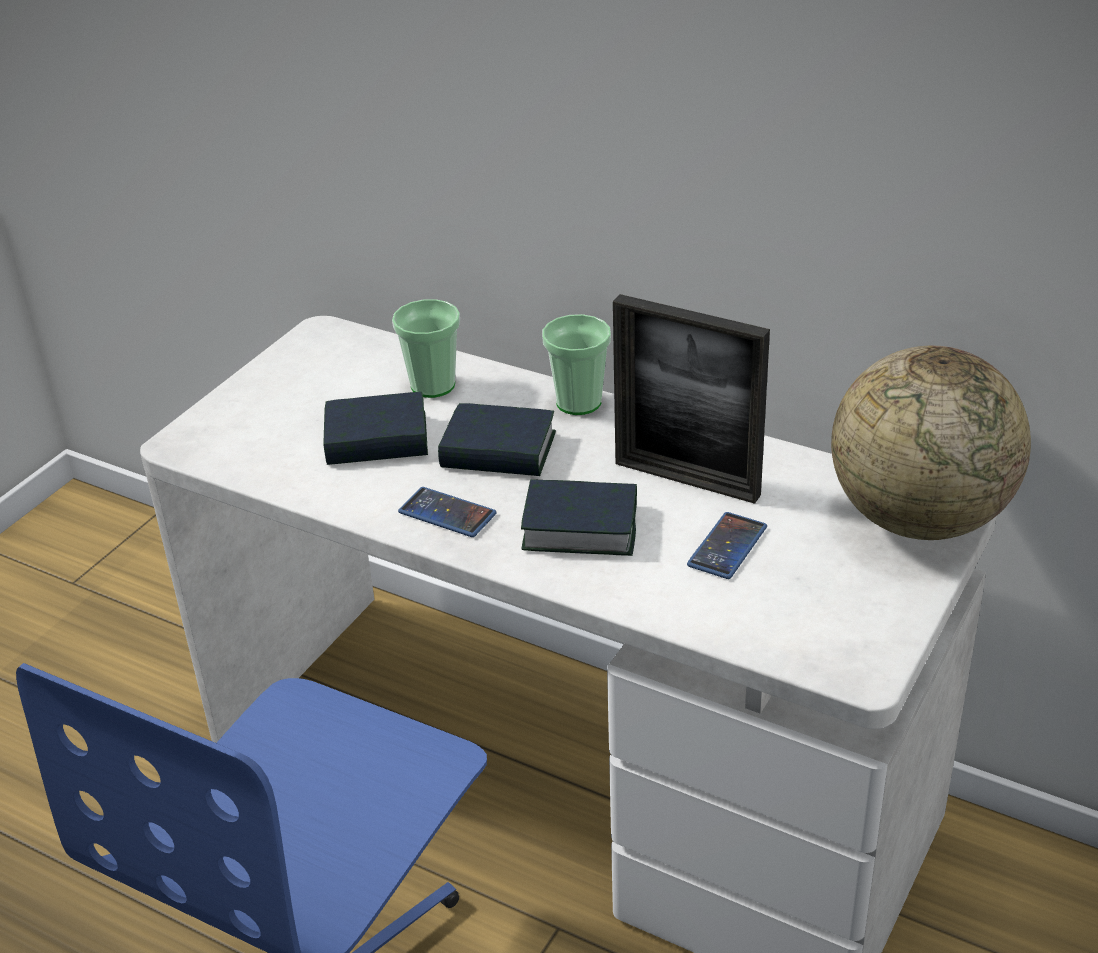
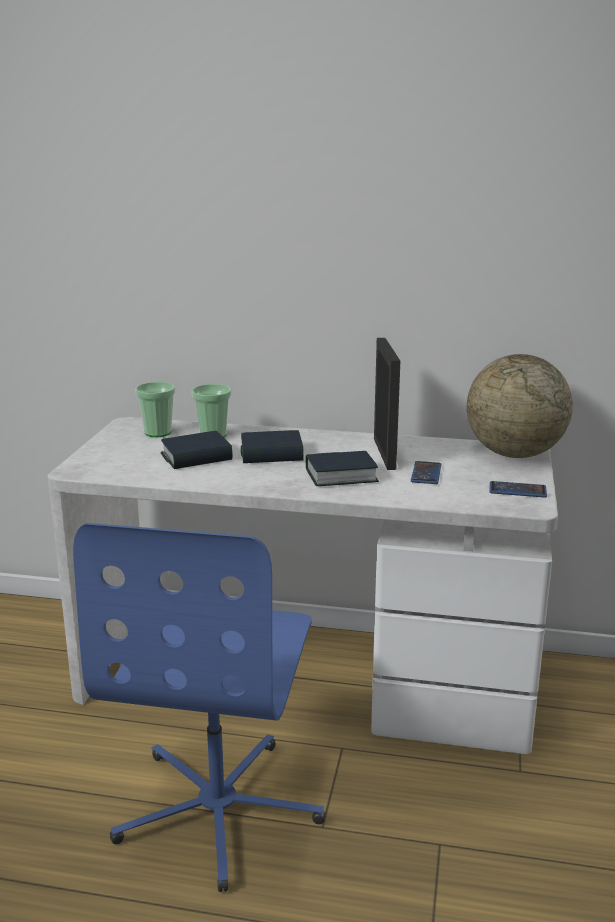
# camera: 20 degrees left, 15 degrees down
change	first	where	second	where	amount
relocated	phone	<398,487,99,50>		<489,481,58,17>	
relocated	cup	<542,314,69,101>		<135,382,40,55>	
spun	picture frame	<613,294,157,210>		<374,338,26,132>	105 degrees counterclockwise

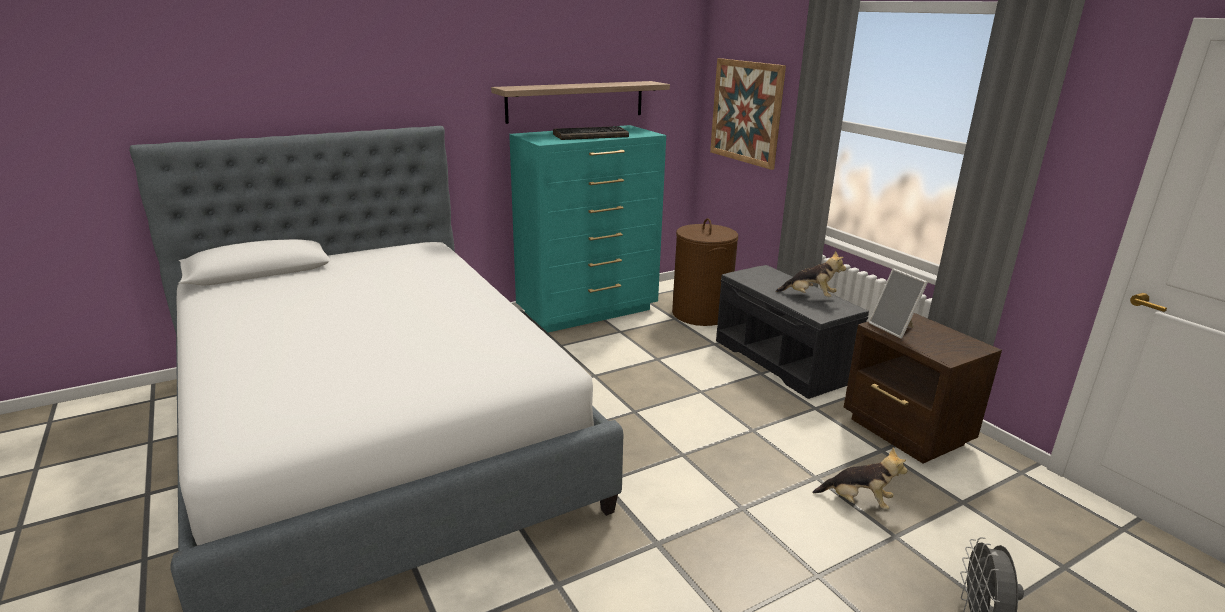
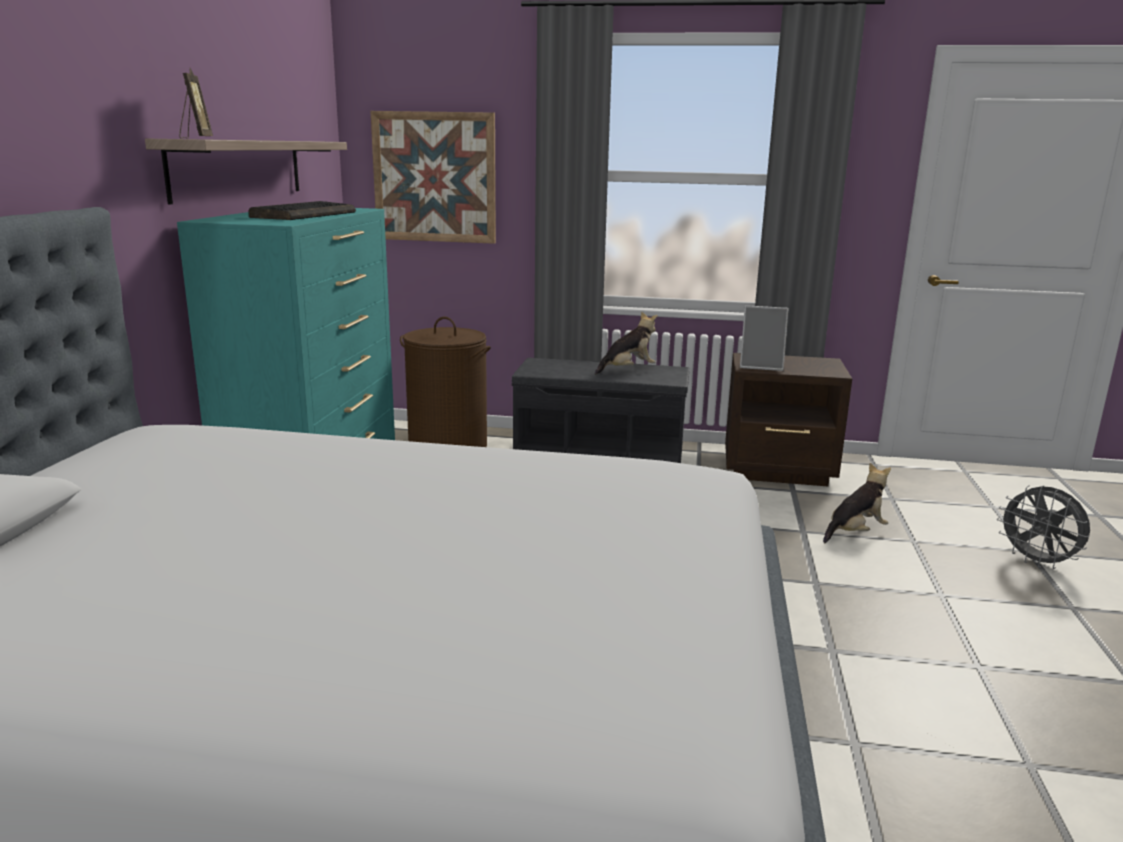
# camera: 50 degrees left, 5 degrees down
change	first	where	second	where	amount
appeared			picture frame	<179,68,34,71>	

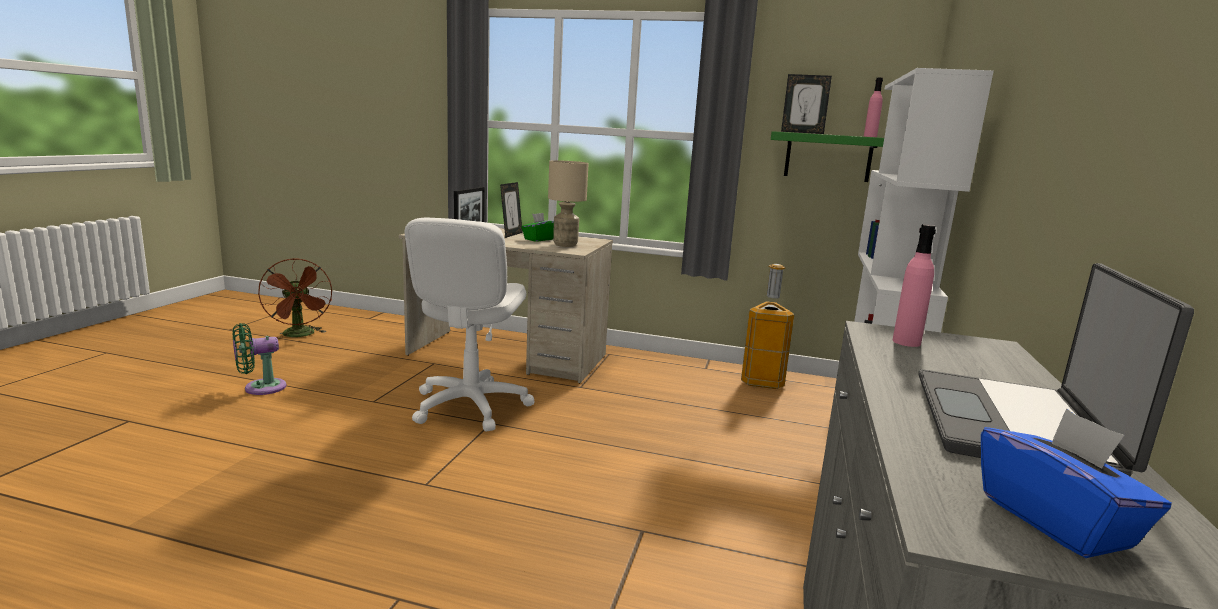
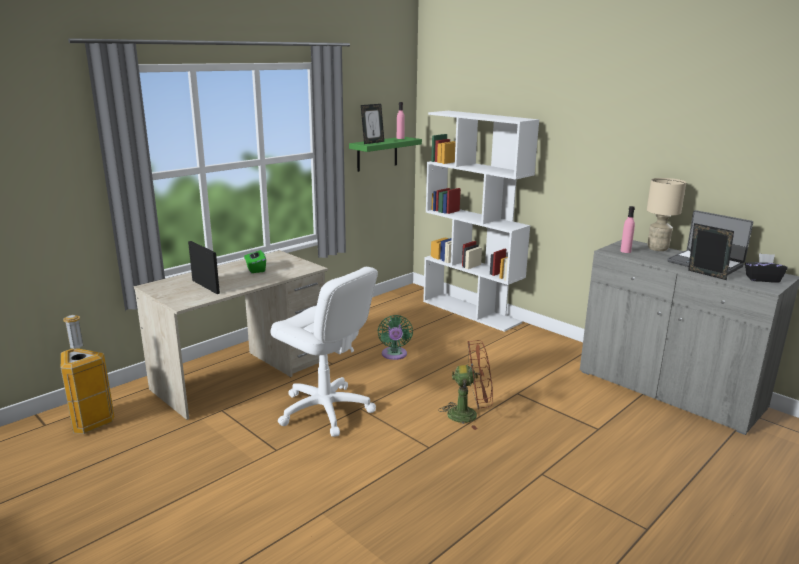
# camera: 60 degrees left, 5 degrees up
change	first	where	second	where	amount
relocated	green fan	<233,323,53,72>		<378,315,35,45>	
relocated	brown fan	<258,258,74,80>		<438,340,55,90>	
relocated	picture frame	<500,182,23,56>		<688,223,46,57>	
relocated	beige table lamp	<548,160,41,87>		<647,178,39,73>	
relocated	trash can	<741,264,53,125>		<61,315,53,119>	
colour	blue tissue box	<981,409,191,149>	black tissue box	<745,253,43,30>	

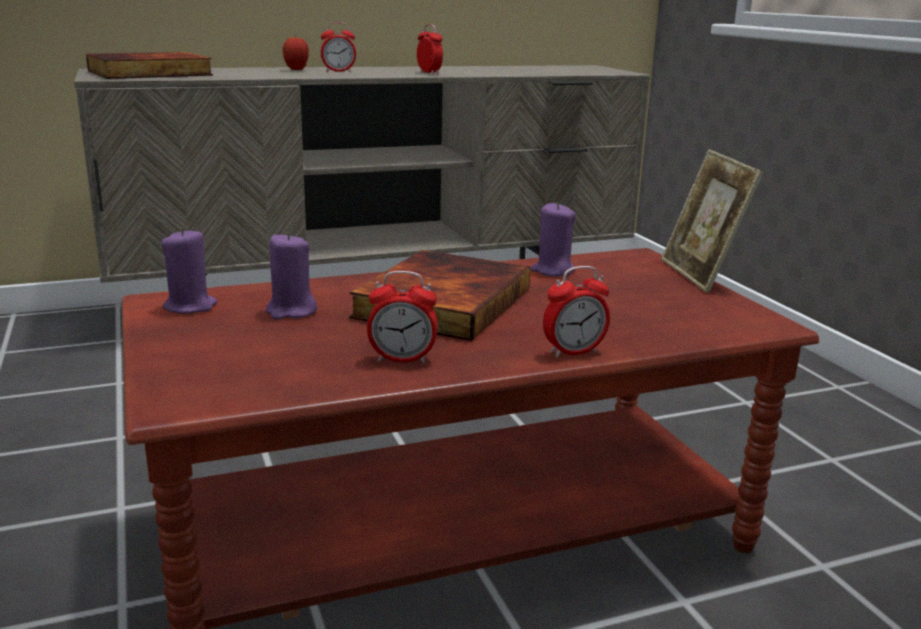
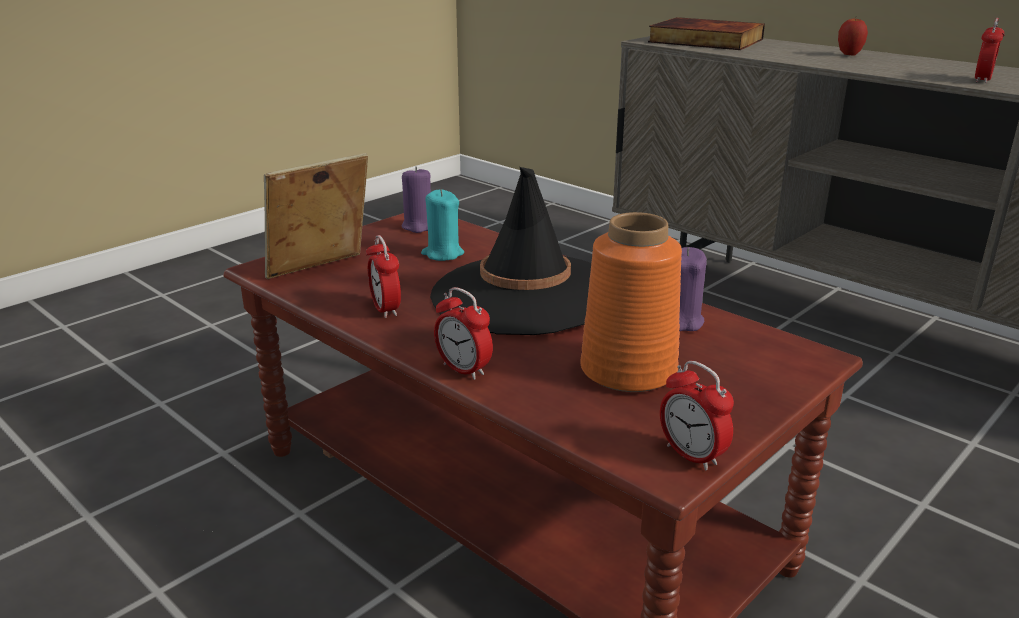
# camera: 65 degrees right, 5 degrees up
change	first	where	second	where	amount
appeared			orange vase	<580,212,102,180>	
relocated	alarm clock	<321,22,35,50>		<660,361,74,109>	
relocated	picture frame	<661,149,103,144>		<264,153,104,126>	
exchanged	book	<349,250,181,91>	black hat	<430,167,161,168>	
colour	purple candle	<266,232,51,88>	turquoise candle	<421,189,43,72>	

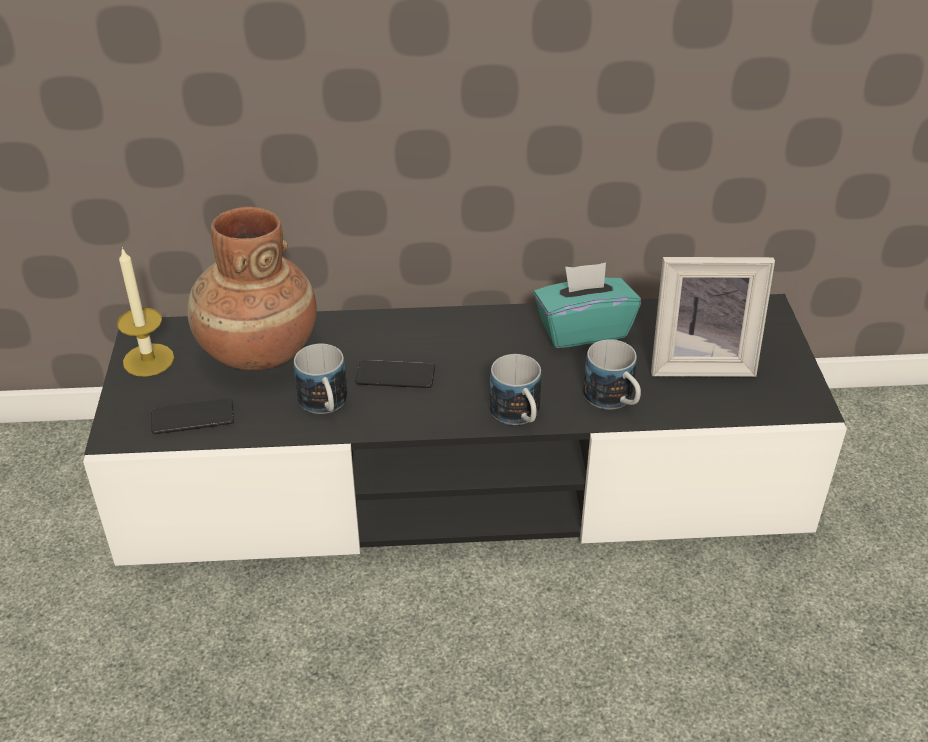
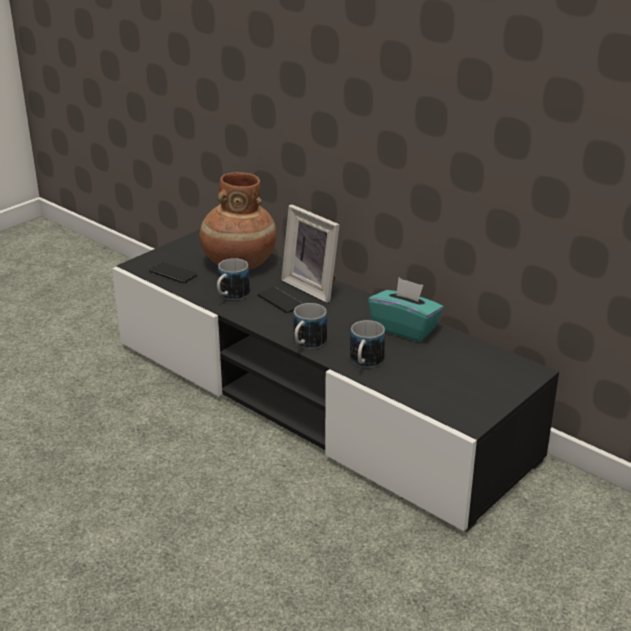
# camera: 45 degrees right, 10 degrees down
change	first	where	second	where	amount
missing	candle	<117,247,57,130>			
relocated	picture frame	<651,257,124,120>		<281,205,59,98>	

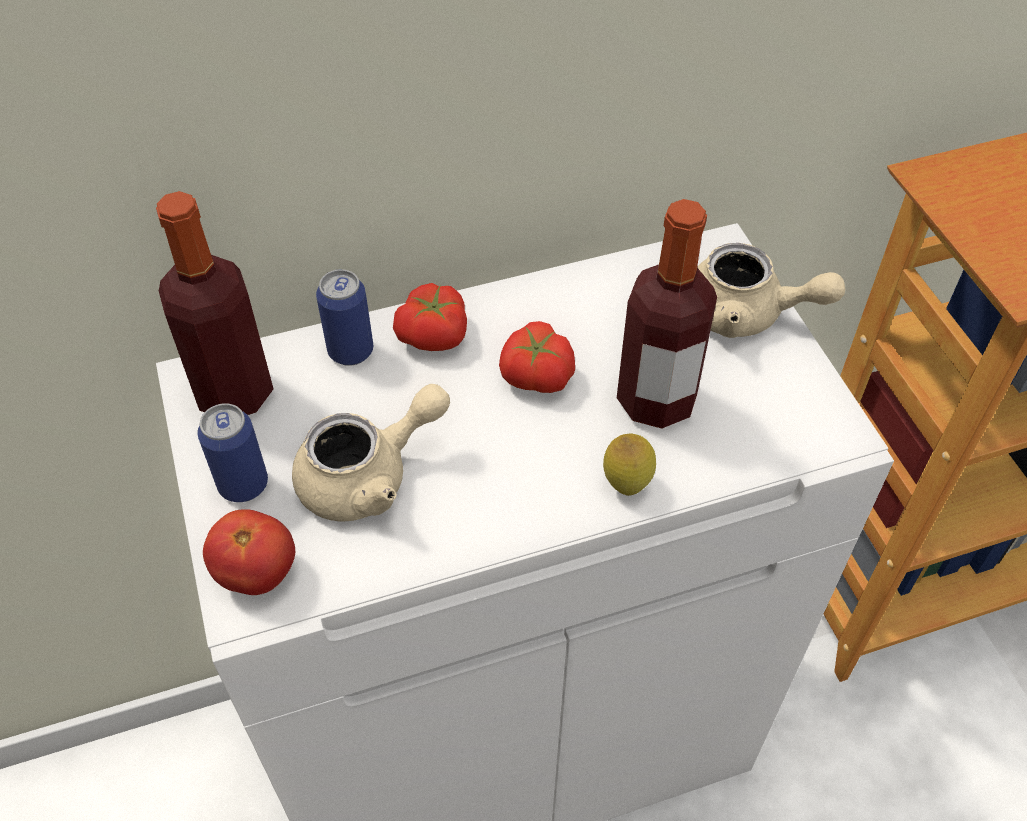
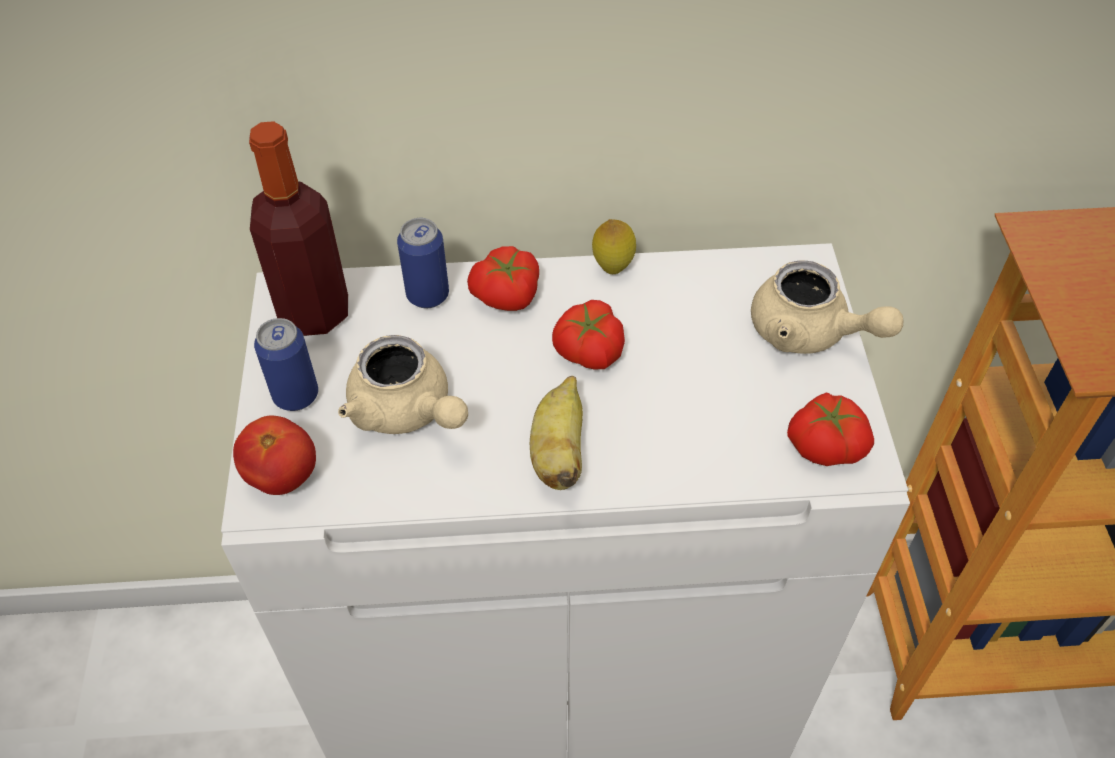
# camera: 15 degrees right, 0 degrees up
change	first	where	second	where	amount
missing	bottle	<617,199,100,230>			
appeared			banana	<530,376,53,114>	
appeared			tomato	<787,392,87,74>	
relocated	lemon	<603,434,53,62>		<592,219,44,55>	
spun	beige teapot	<292,384,158,138>		<338,335,130,99>	60 degrees clockwise

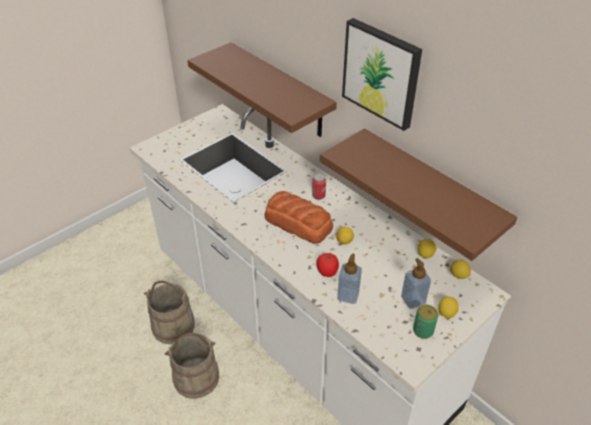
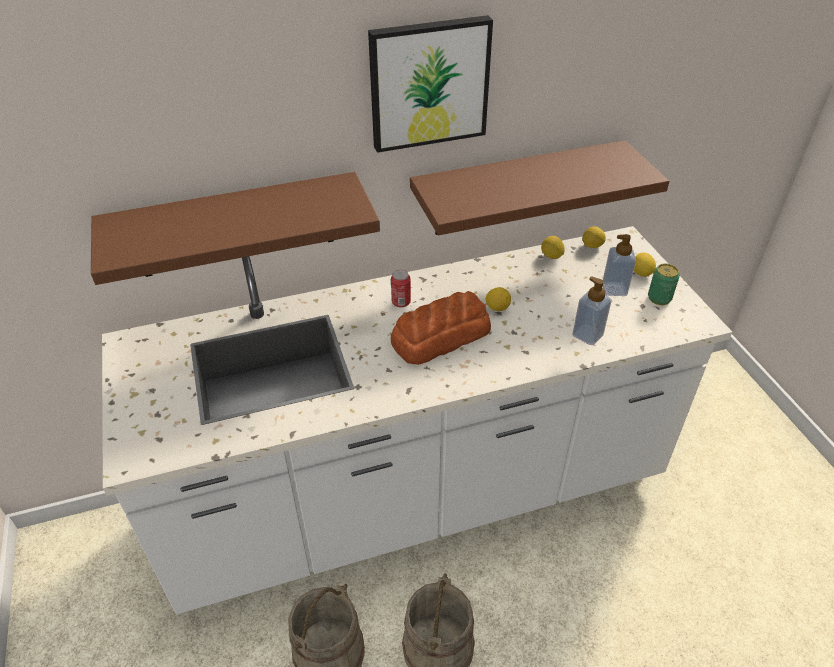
# camera: 65 degrees left, 0 degrees up
change	first	where	second	where	amount
missing	tomato	<316,253,23,24>			

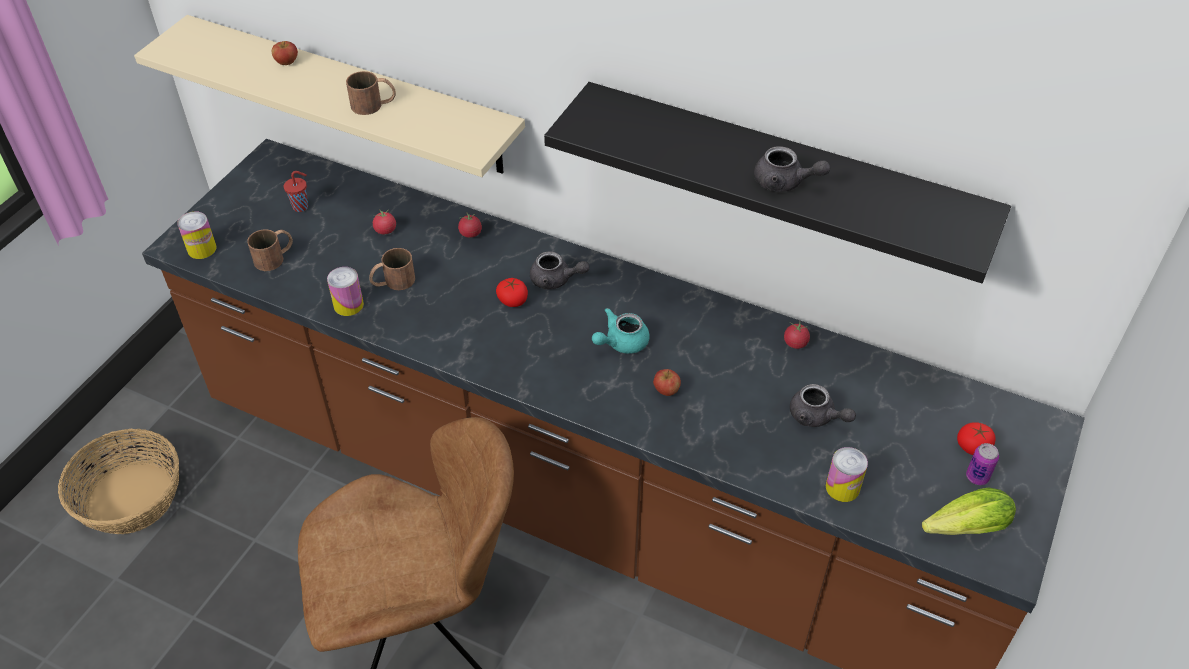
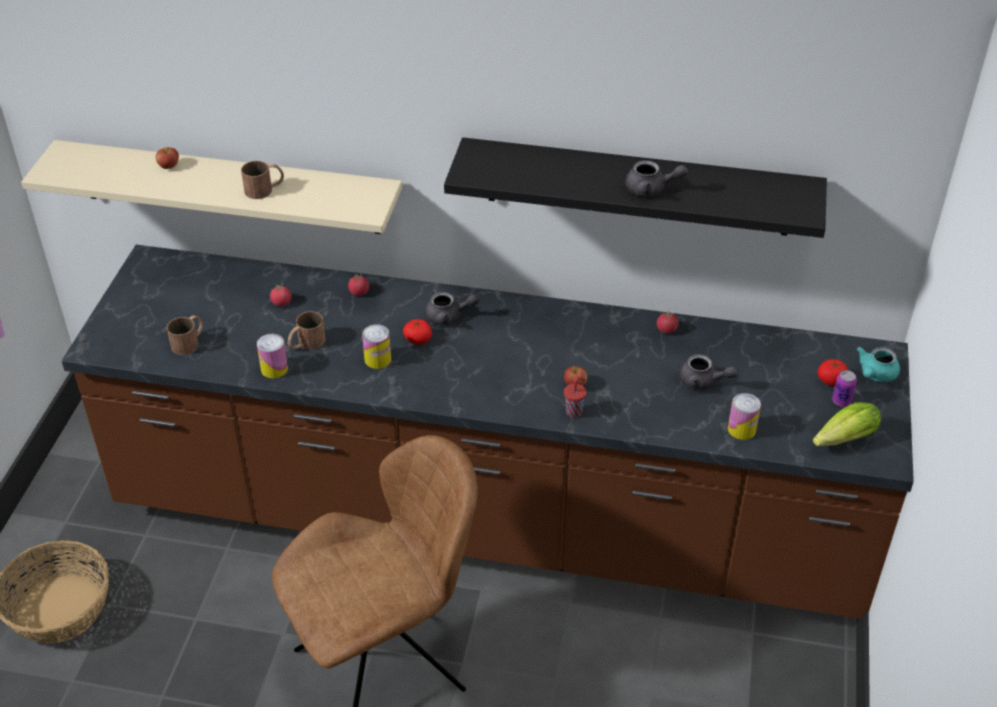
# camera: 15 degrees left, 5 degrees down
change	first	where	second	where	amount
relocated	can	<177,212,39,47>		<362,324,29,45>	
relocated	red cup	<284,171,24,41>		<564,377,23,41>	
relocated	turquoise teapot	<592,308,58,46>		<857,347,43,35>	

